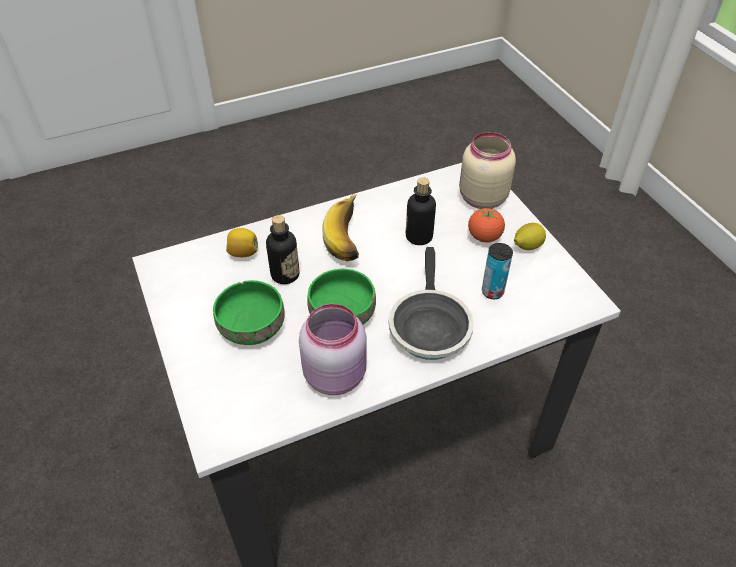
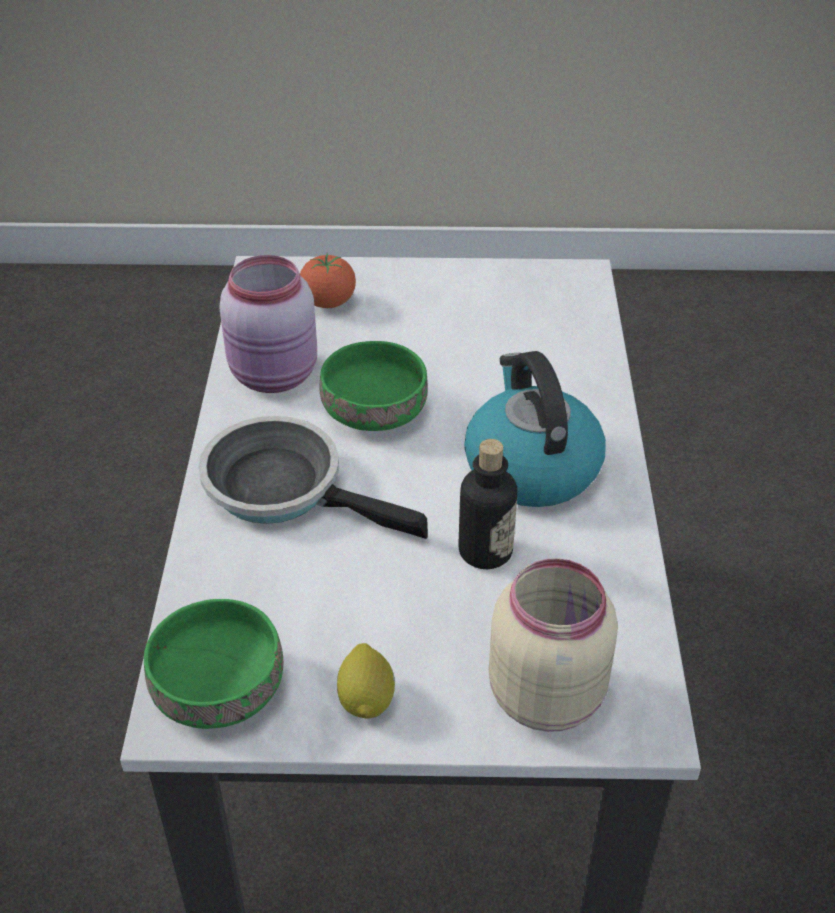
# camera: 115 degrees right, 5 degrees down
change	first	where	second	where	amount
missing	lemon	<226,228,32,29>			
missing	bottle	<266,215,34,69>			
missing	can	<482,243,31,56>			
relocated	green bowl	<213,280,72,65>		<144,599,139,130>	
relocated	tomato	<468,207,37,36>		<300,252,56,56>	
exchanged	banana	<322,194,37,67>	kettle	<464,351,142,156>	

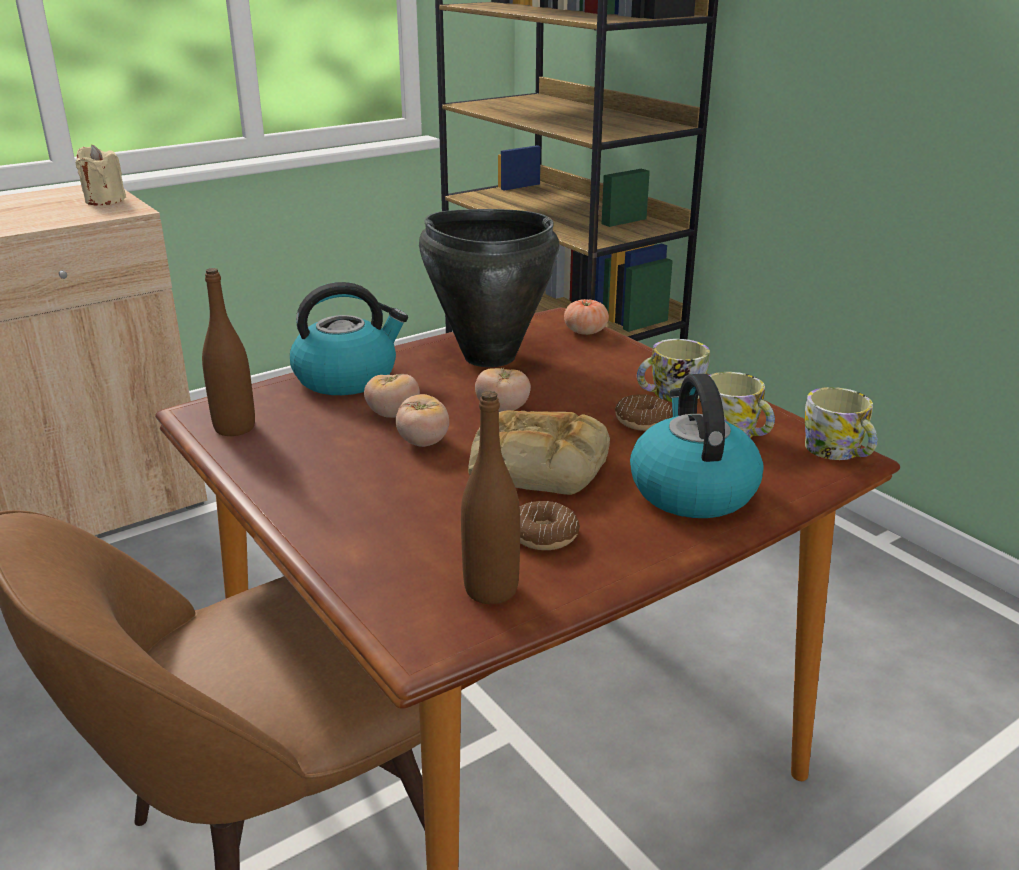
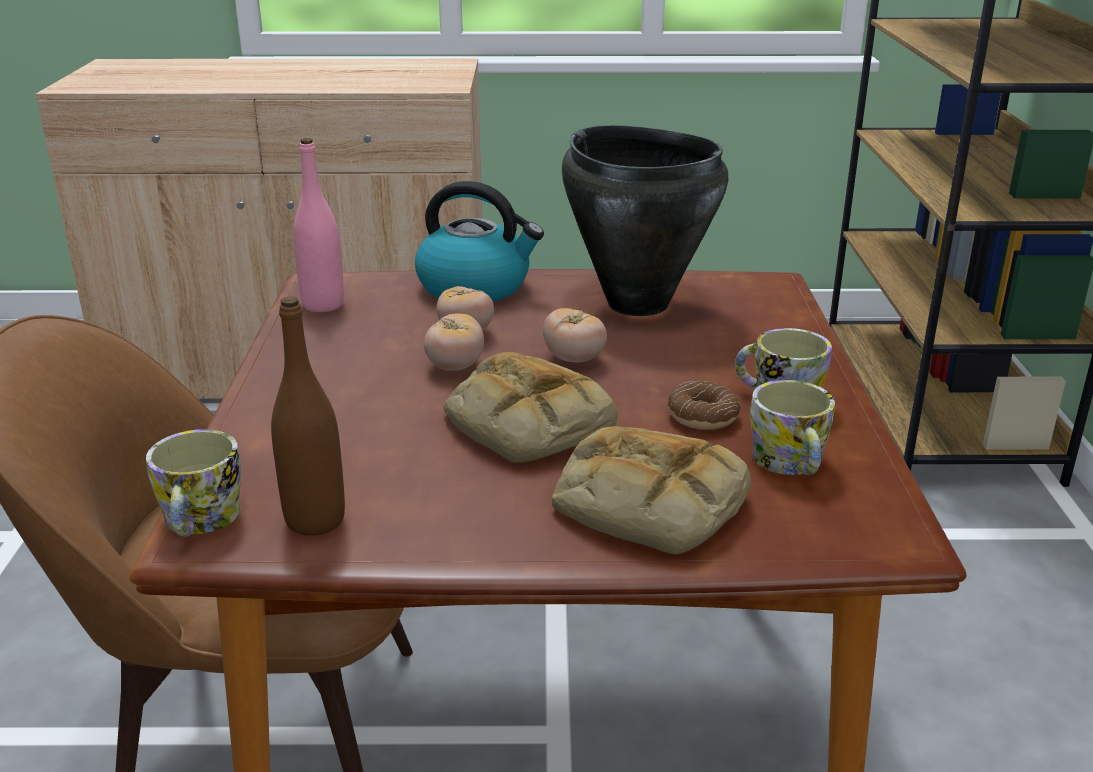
# camera: 35 degrees right, 0 degrees up
change	first	where	second	where	amount
missing	beige candle	<76,145,50,60>			
missing	donut	<520,501,60,49>			
missing	tomato	<564,299,45,36>			
relocated	mug	<805,387,73,73>		<146,429,95,108>	
exchanged	kettle	<630,374,133,144>	bread	<552,426,199,129>	
colour	brown bottle	<202,268,53,168>	pink bottle	<293,138,51,174>	

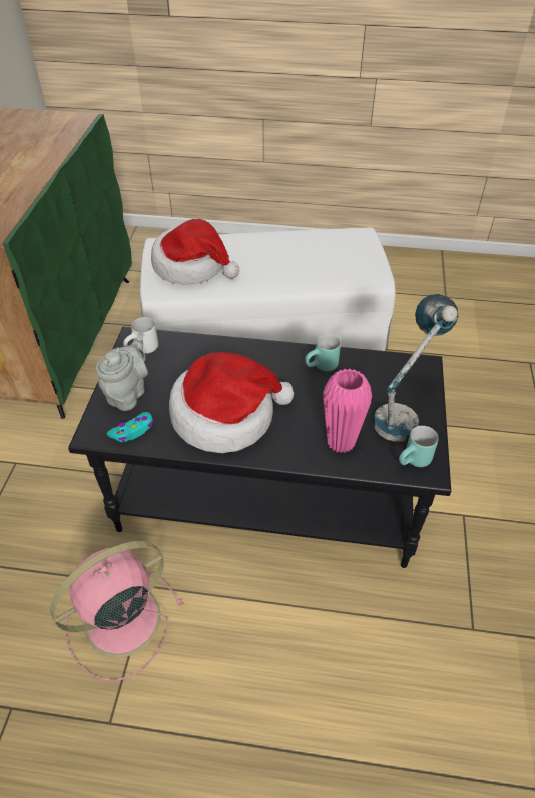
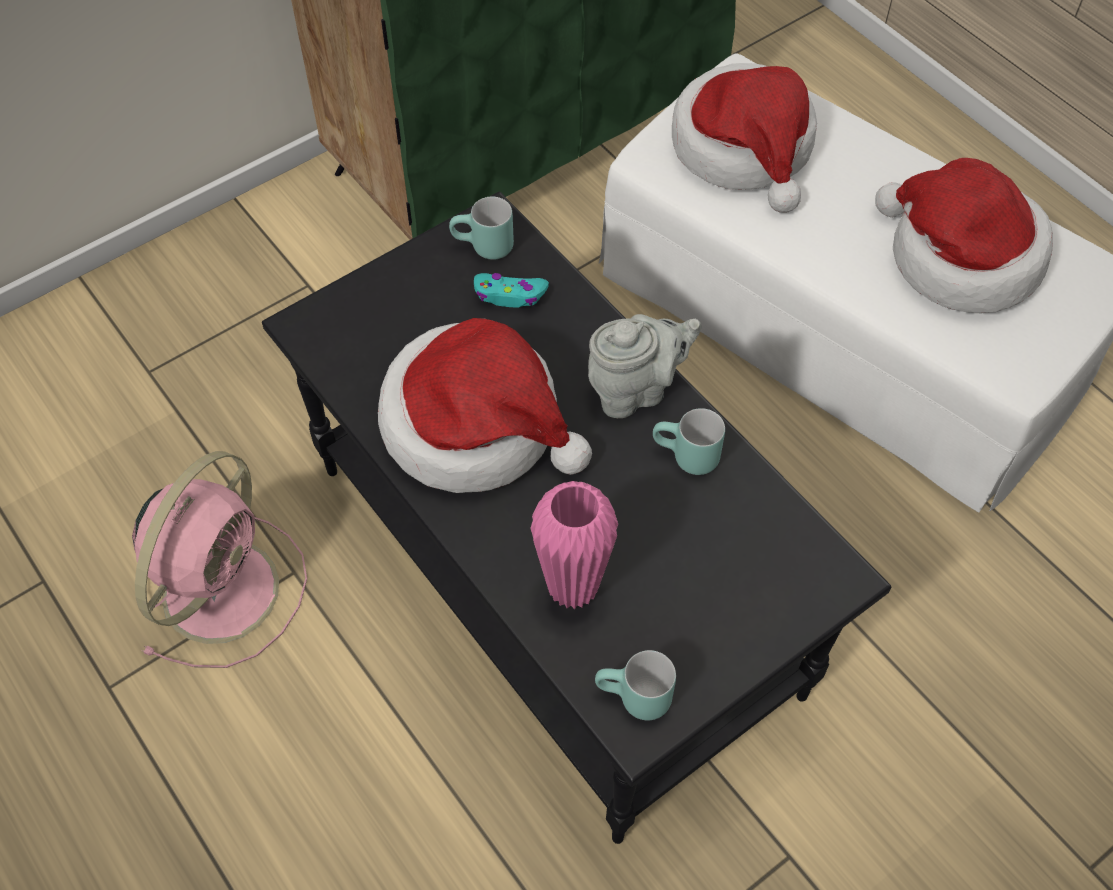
# camera: 45 degrees right, 10 degrees up
change	first	where	second	where	amount
missing	table lamp	<373,294,86,148>			
appeared			hat	<875,158,178,155>	
relocated	grey teapot	<96,335,52,76>		<588,314,114,104>	
relocated	turquoise game controller	<106,412,47,30>		<474,273,75,34>	
colour	white mug	<123,317,35,37>	turquoise mug	<449,196,65,64>	
spun	pink fan	<50,541,133,140>		<132,451,175,217>	105 degrees clockwise

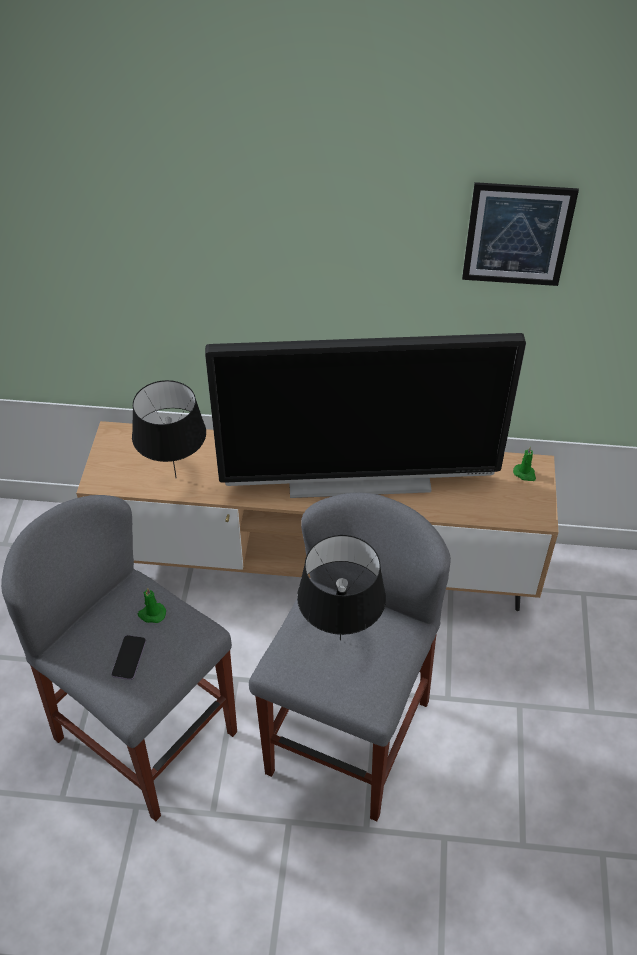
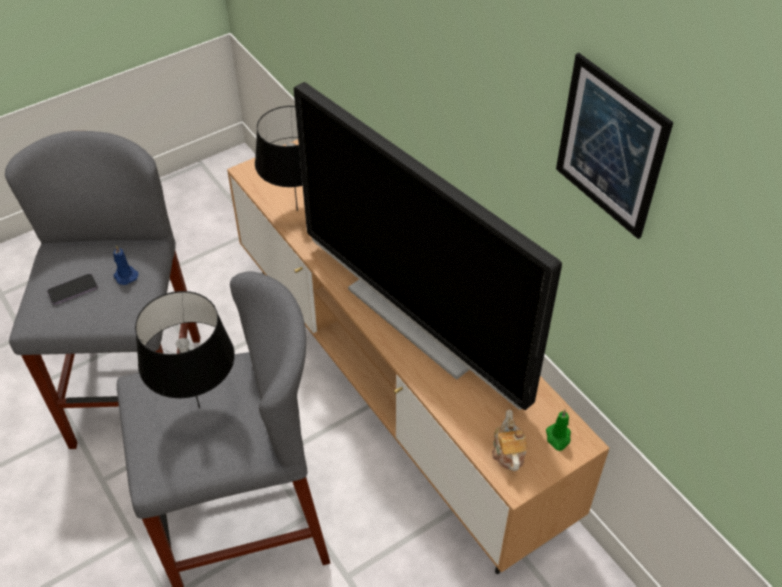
# camera: 50 degrees right, 0 degrees up
change	first	where	second	where	amount
appeared			teapot	<492,409,35,62>	
colour	green candle	<138,587,28,36>	blue candle	<113,245,25,40>	

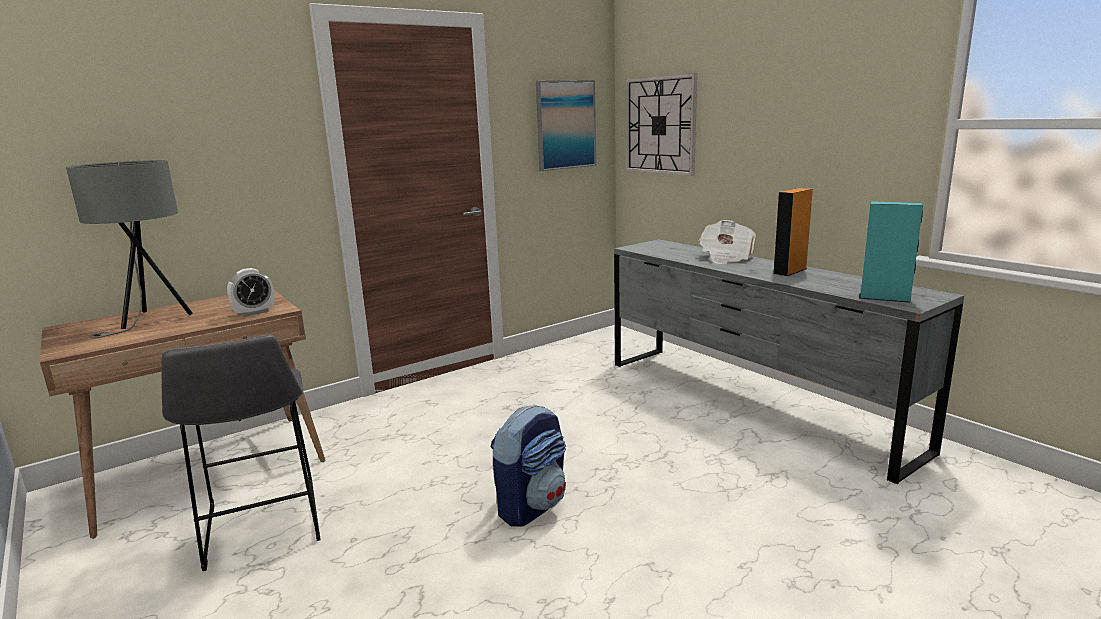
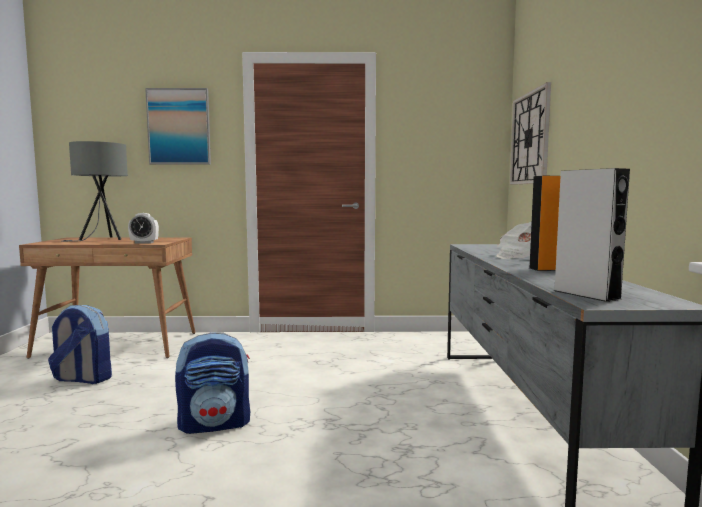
# camera: 35 degrees right, 10 degrees down
change	first	where	second	where	amount
relocated	picture	<536,80,60,91>		<145,88,66,76>	
exchanged	grey stool	<161,335,160,236>	backpack	<48,305,64,79>	
colour	turquoise speaker	<859,201,64,102>	grey speaker	<554,168,76,134>	

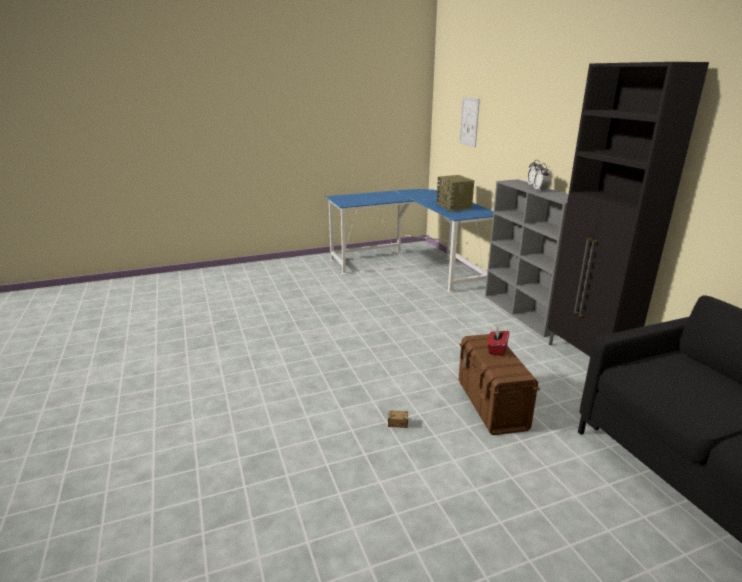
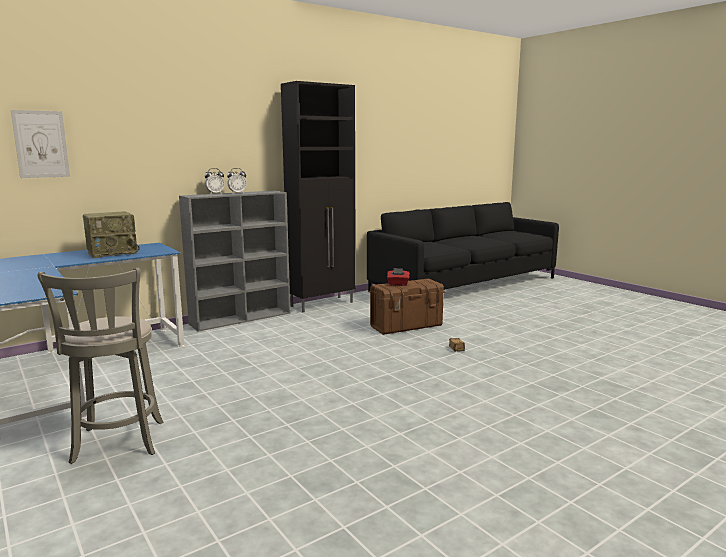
# camera: 105 degrees left, 10 degrees down
change	first	where	second	where	amount
appeared			grey stool	<38,268,126,196>	

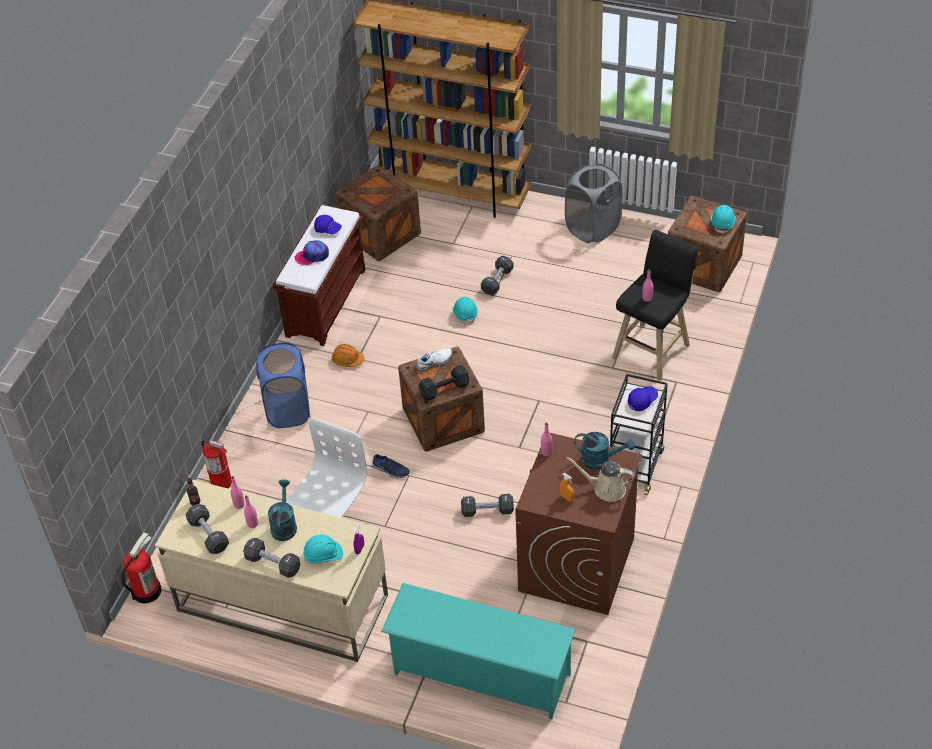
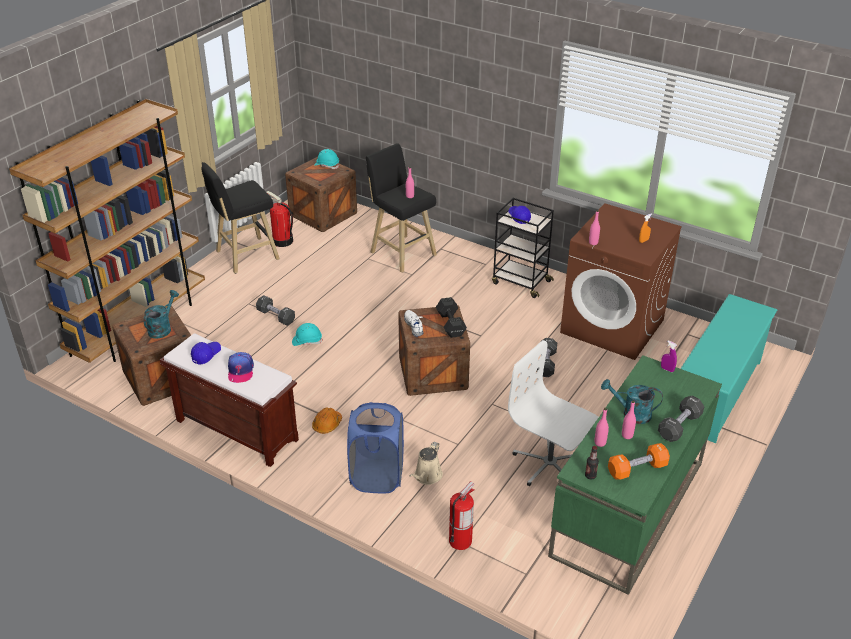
# camera: 80 degrees left, 10 degrees down
change	first	where	second	where	amount
missing	turquoise hard hat	<303,535,40,29>			
missing	blue shoe	<372,454,38,24>			
relocated	fire extinguisher	<122,533,39,71>		<267,191,26,56>	
relocated	beige watering can	<566,457,69,45>		<409,442,34,43>	
relocated	turquoise watering can	<574,432,61,37>		<143,290,36,48>	
exchanged	grey laundry basket	<565,164,58,79>	black stool	<201,162,79,112>	
colour	beige desk	<155,480,233,182>	green desk	<548,355,174,240>	
colour	black dumbbell	<185,504,44,50>	orange dumbbell	<608,443,62,37>	

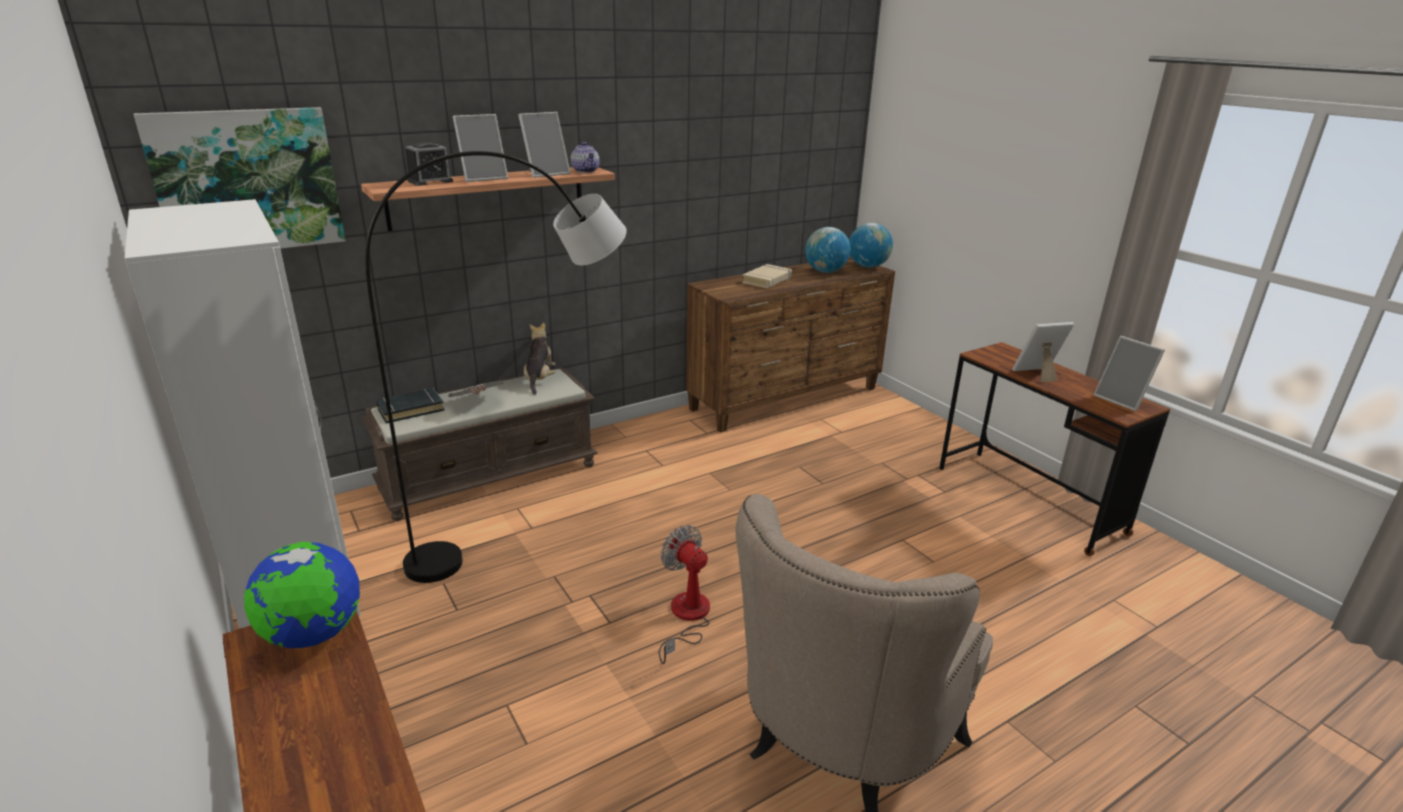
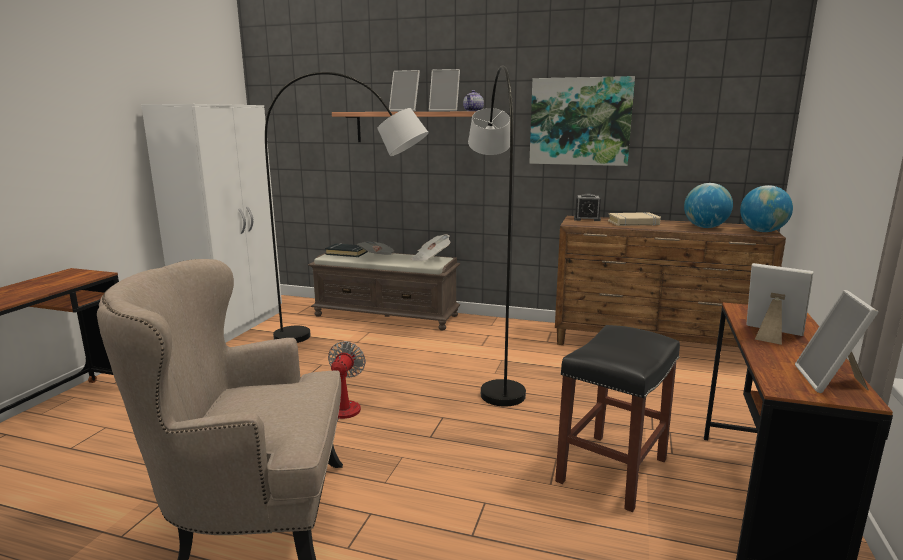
# camera: 50 degrees right, 10 degrees down
change	first	where	second	where	amount
missing	globe	<244,542,116,106>			
appeared			grey floor lamp	<468,65,58,341>	
appeared			black stool	<555,325,125,187>	
relocated	picture	<134,107,212,142>		<529,76,106,90>	
relocated	alarm clock	<405,142,48,44>		<574,194,27,27>	
exchanged	plush toy	<524,323,31,72>	newspaper	<411,234,40,27>	

